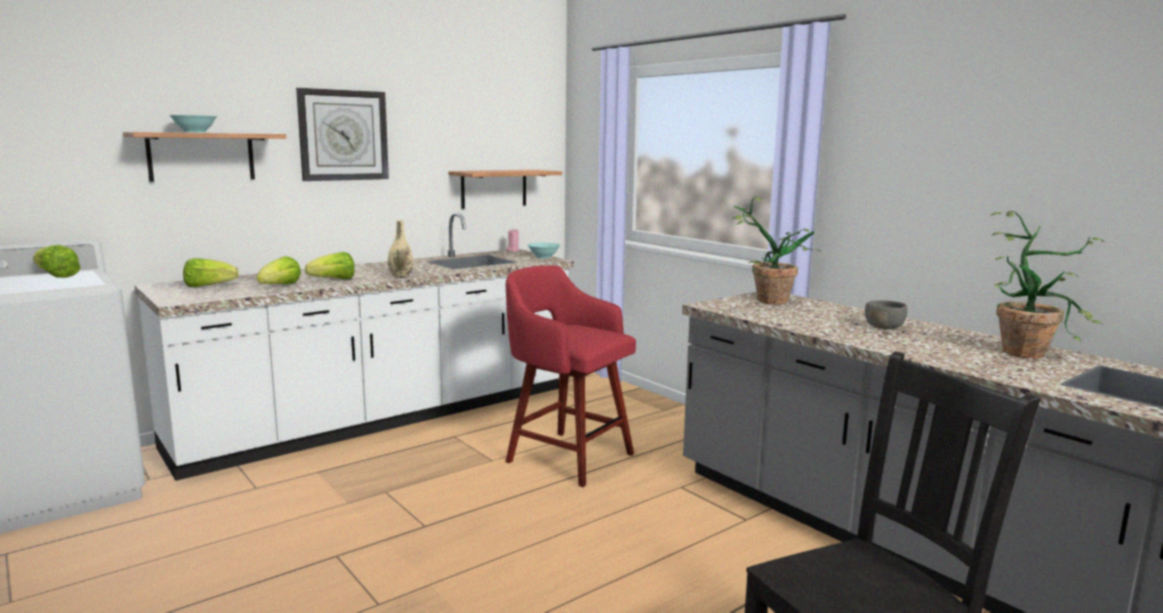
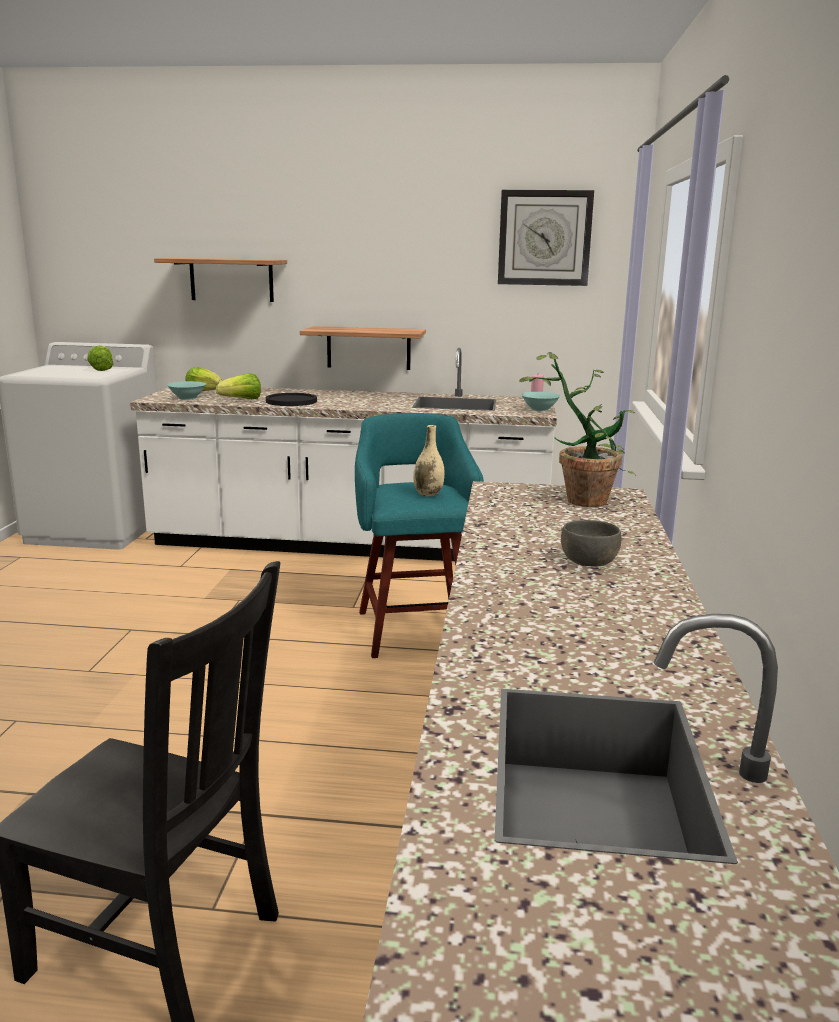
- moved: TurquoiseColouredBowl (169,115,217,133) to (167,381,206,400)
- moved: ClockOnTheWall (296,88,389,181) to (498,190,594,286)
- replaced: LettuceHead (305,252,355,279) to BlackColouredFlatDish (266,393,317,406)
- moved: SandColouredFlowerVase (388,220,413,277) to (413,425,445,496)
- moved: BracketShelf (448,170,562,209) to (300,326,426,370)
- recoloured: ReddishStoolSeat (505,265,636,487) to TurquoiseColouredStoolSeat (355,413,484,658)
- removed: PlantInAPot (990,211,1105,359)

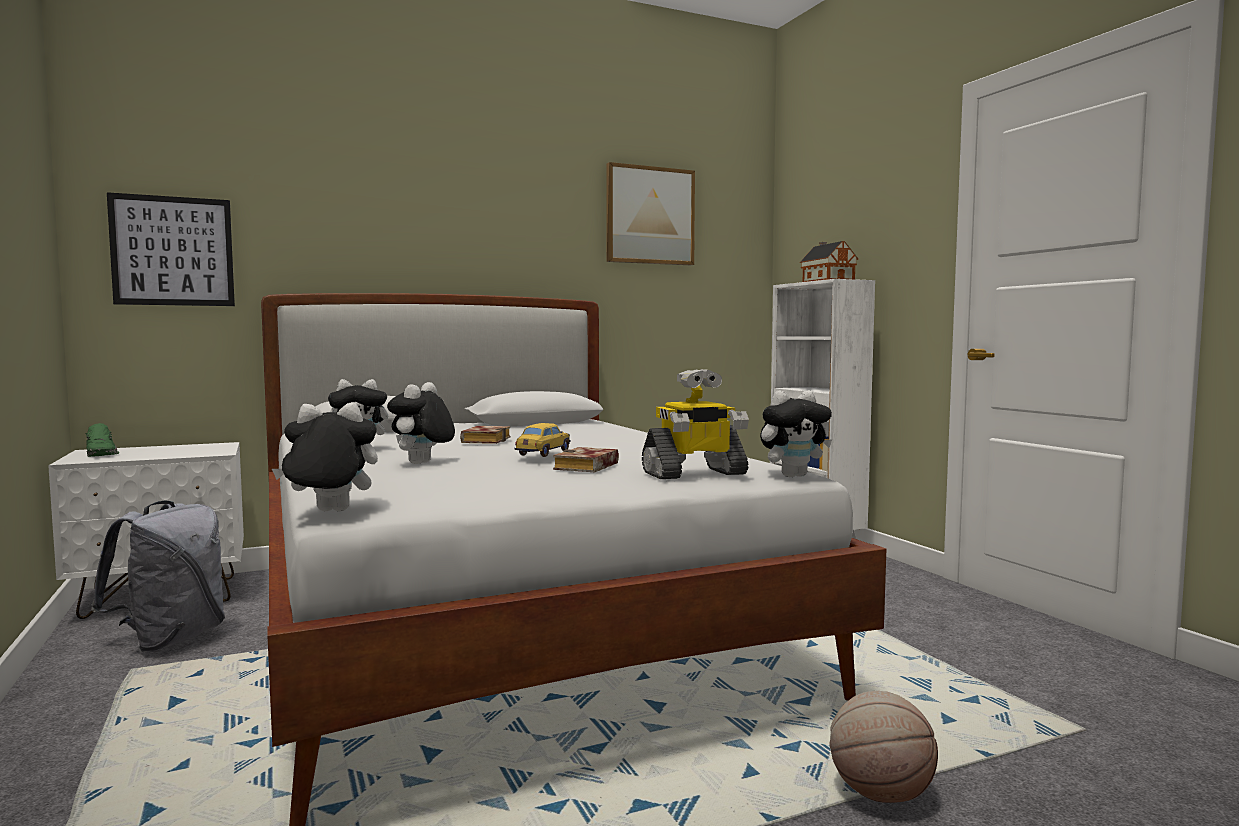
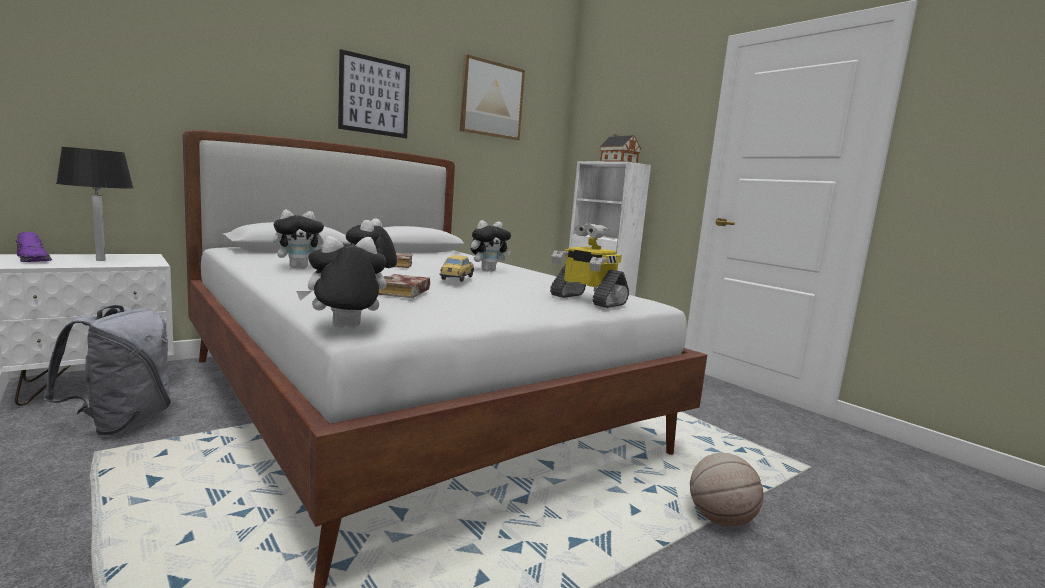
- recoloured: GreenishShoe (86,423,119,457) to PurpleColouredShoe (16,232,52,262)
- moved: WallArt (107,192,235,306) to (338,49,410,138)
- moved: Book (553,447,619,472) to (378,274,430,298)
- turned: RobotFigure (642,369,749,479) = (550,224,629,308) 75 degrees clockwise
- moved: SoftToy (760,390,832,477) to (470,220,511,271)
- added: BlackColouredLampForATable (56,147,134,261)

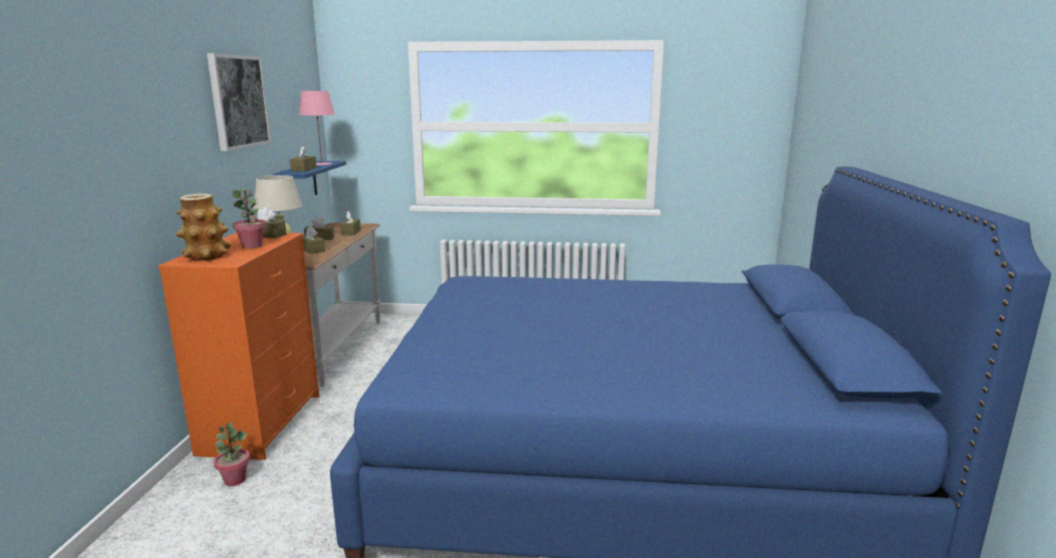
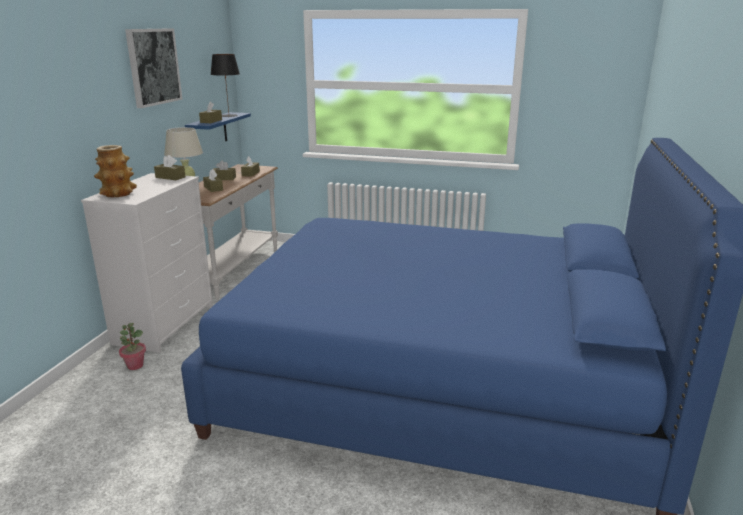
- recoloured: OrangeColouredDresser (158,232,319,460) to WhiteDresser (81,173,213,353)
- removed: PlantInAPot (232,188,266,249)
- recoloured: PinkishLampForATable (299,91,335,165) to BlackColouredLampForATable (210,54,240,117)

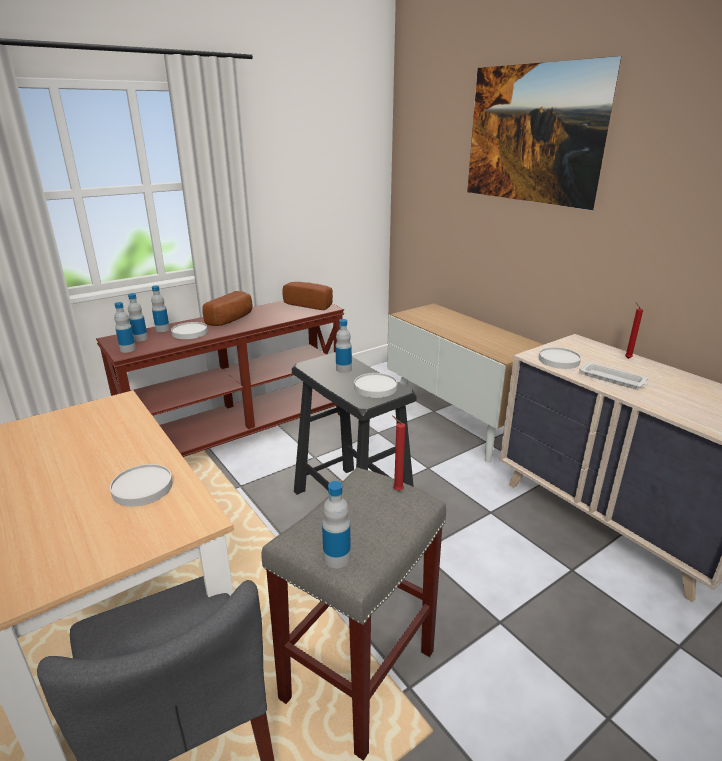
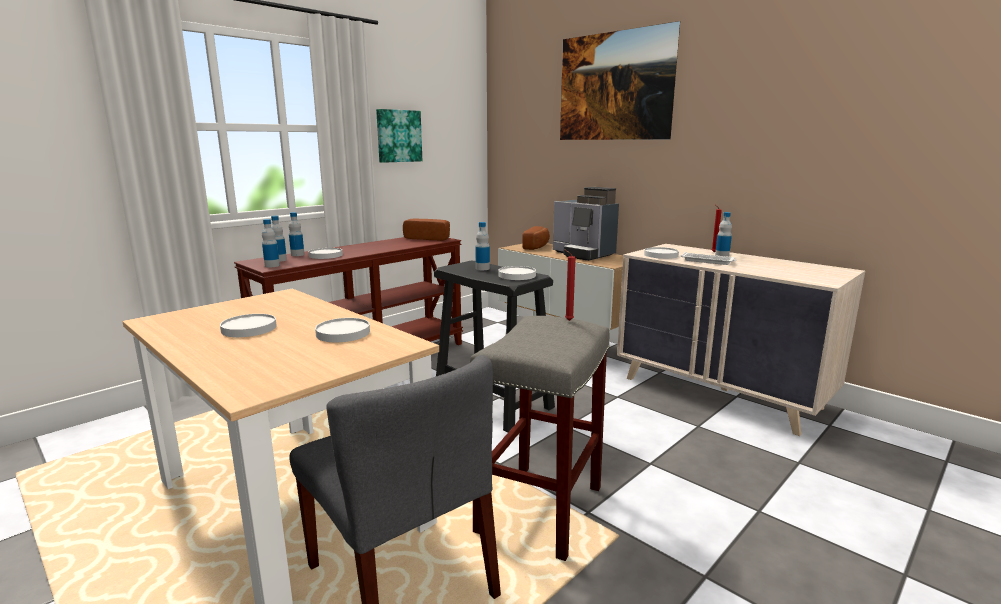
- moved: BakedBread (202,291,252,326) to (522,226,550,250)
- moved: Bottle (322,481,351,568) to (715,212,732,257)
- added: WhiteFlatDish (220,314,277,337)
- added: WallArt (376,109,422,163)
- added: CoffeeMaker (553,187,619,261)

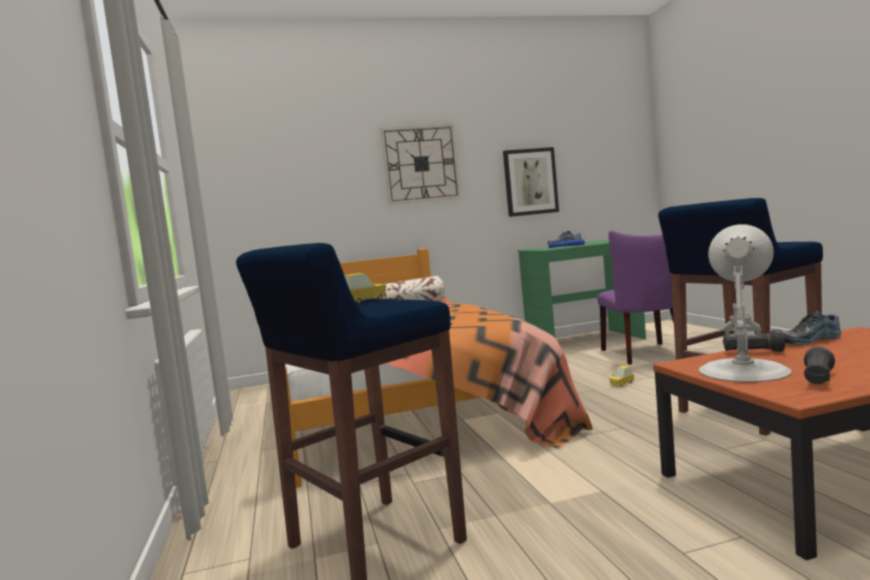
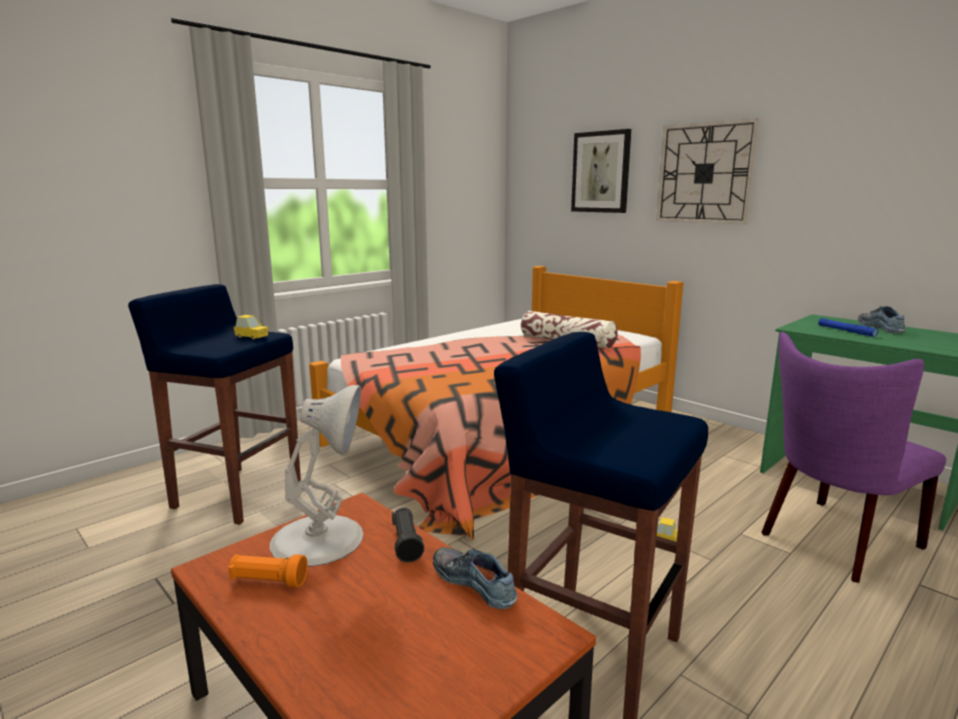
- moved: WallArt (503,147,559,217) to (571,129,631,213)
- recoloured: BlackColouredHandTorch (804,347,835,384) to OrangeColouredHandTorch (228,554,308,587)

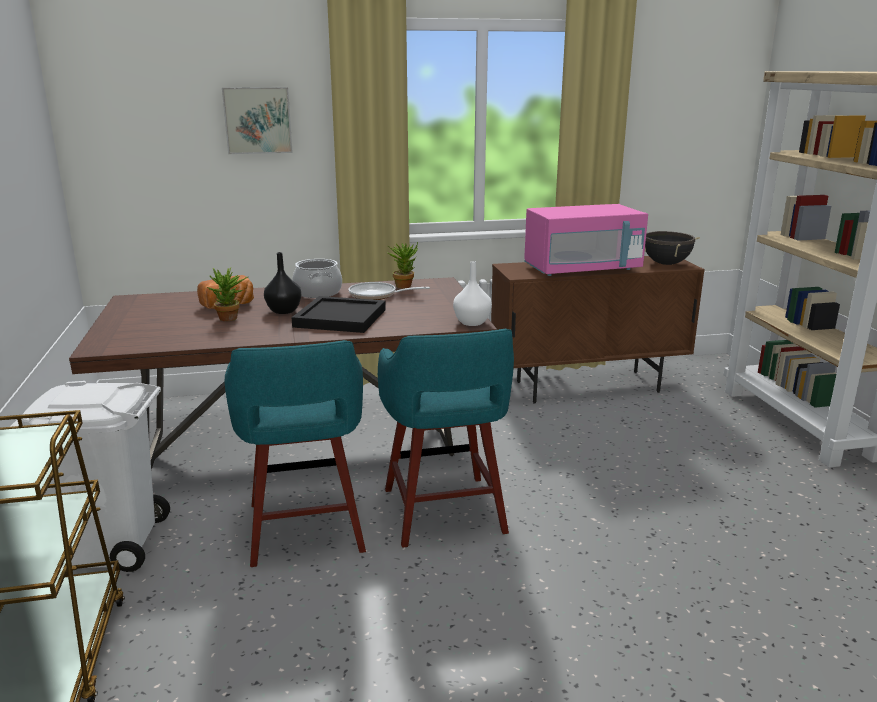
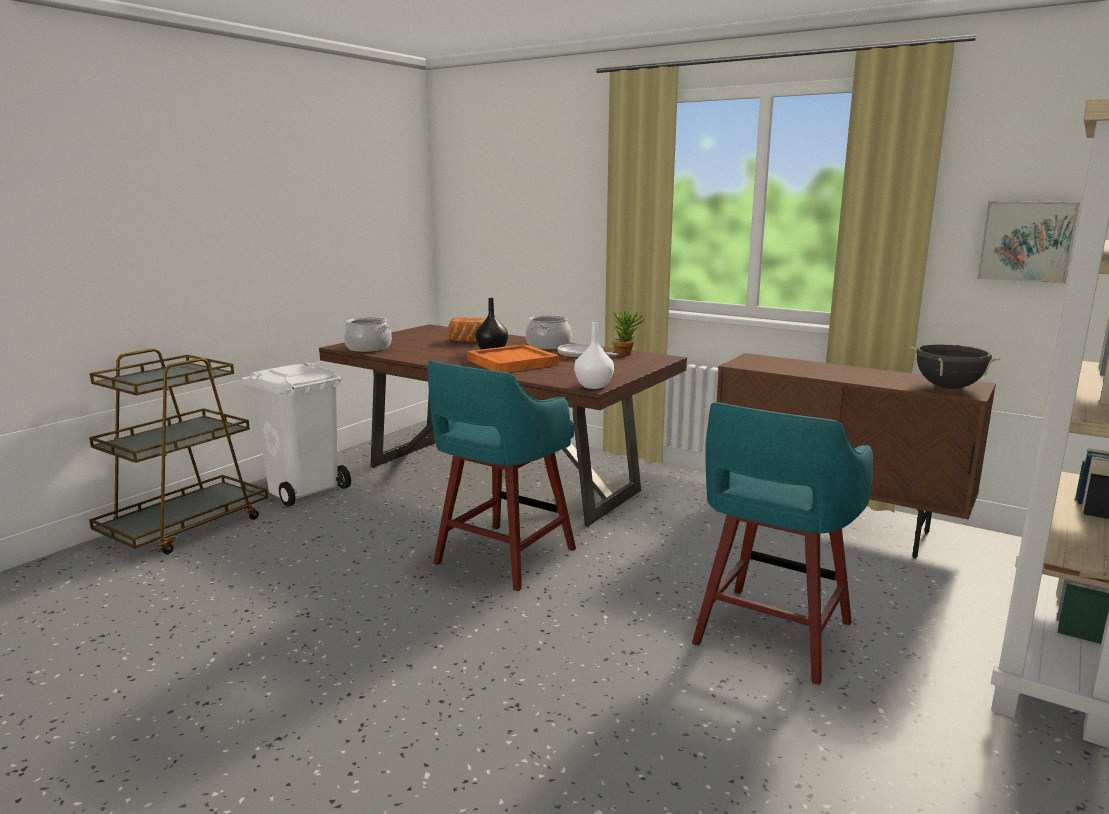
- removed: PlantInAPot (207,268,248,321)
- moved: WallArt (222,87,293,154) to (977,201,1080,284)
- moved: TurquoiseColouredStoolSeat (225,340,366,567) to (692,402,873,685)
- recoloured: BlackColouredTray (291,296,386,333) to OrangeColouredTray (467,344,559,372)
- removed: PinkishKitchenMicrowave (524,204,648,276)
- added: CookingPot (344,317,392,352)

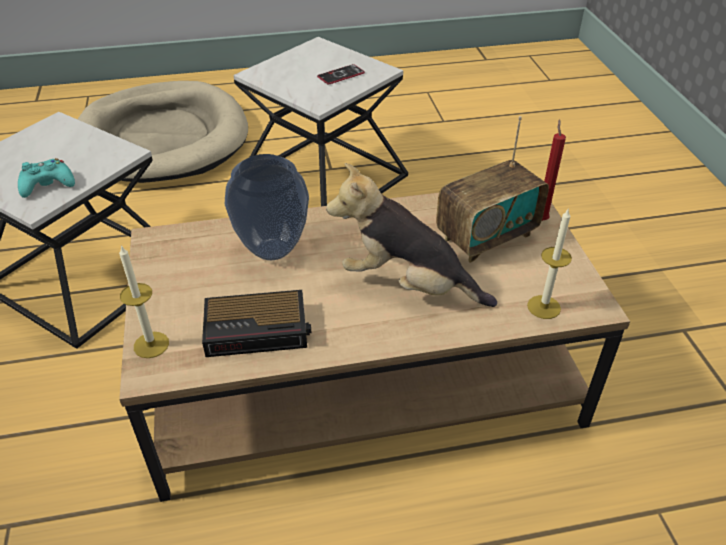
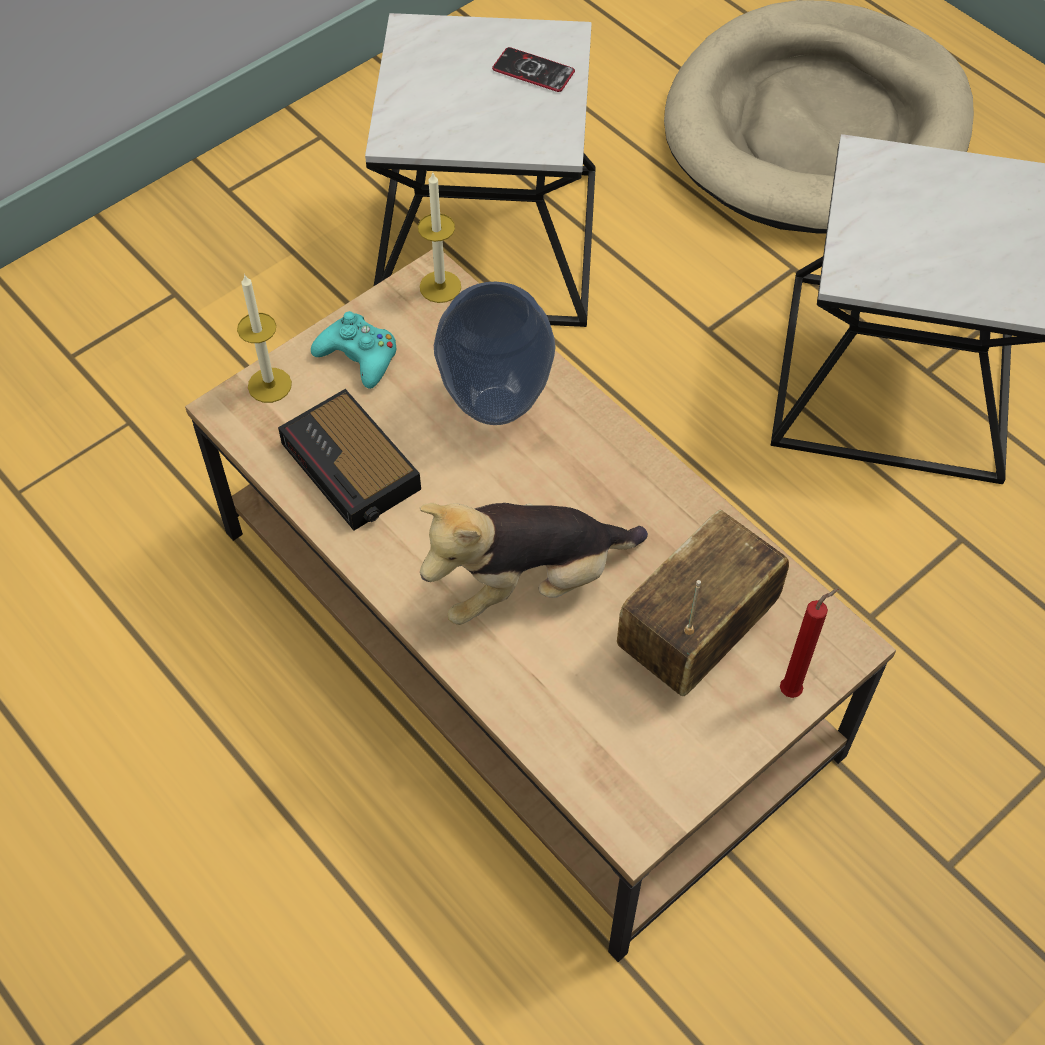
- moved: TurquoiseColouredGameController (18,158,75,198) to (311,311,396,389)
- moved: Telephone (317,64,365,85) to (492,47,575,92)
- turned: SoftToy (326,163,497,307) = (420,503,648,625) 105 degrees counterclockwise
- turned: Radio (436,116,549,263) = (617,510,789,696) 105 degrees clockwise
- moved: Candle (527,208,572,319) to (418,172,461,303)

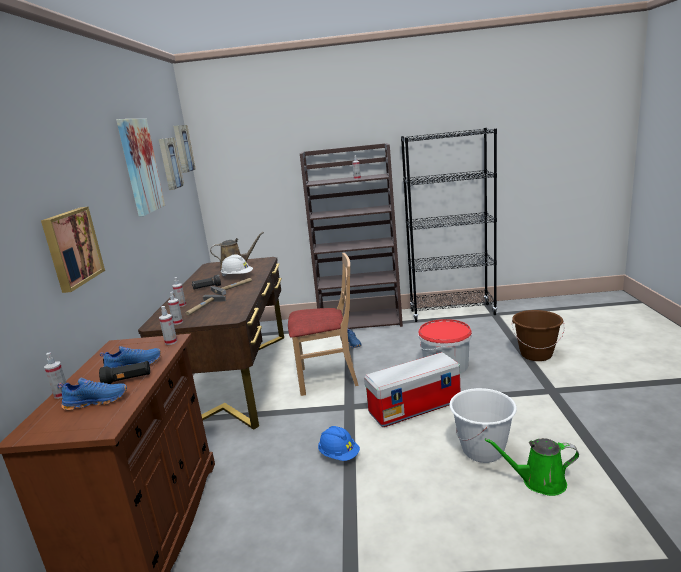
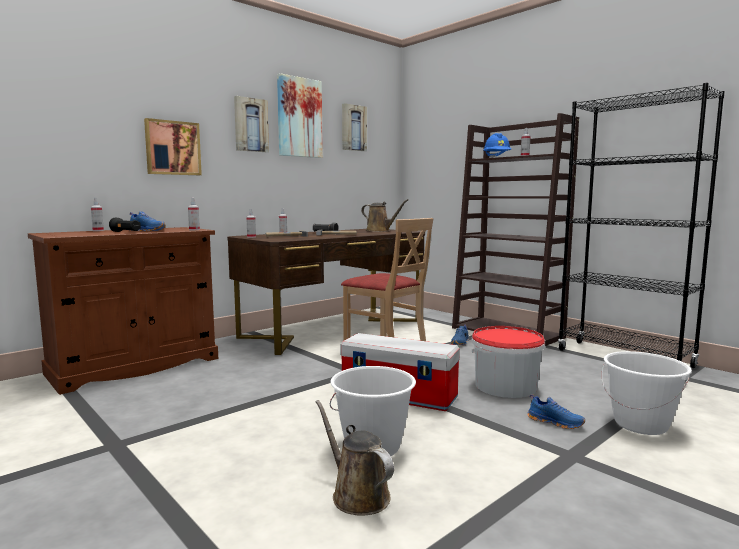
- moved: BlueColouredShoe (57,378,127,410) to (527,394,585,429)
- moved: WallArt (173,125,196,173) to (234,96,269,152)
- removed: WhiteSafetyHelmet (221,254,253,277)
- moved: BlueColouredSafetyHelmet (318,426,360,461) to (483,133,511,158)
- recoloured: GreenishSprinklingCan (485,438,579,496) to BrownSprinklingCan (316,400,394,516)
- recoloured: BrownPail (512,310,564,361) to WhitePail (602,351,692,435)

